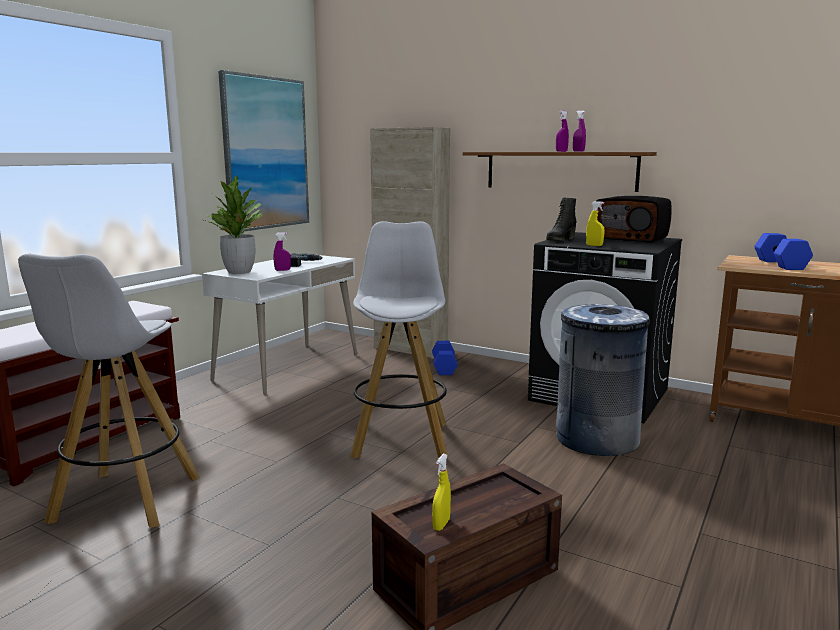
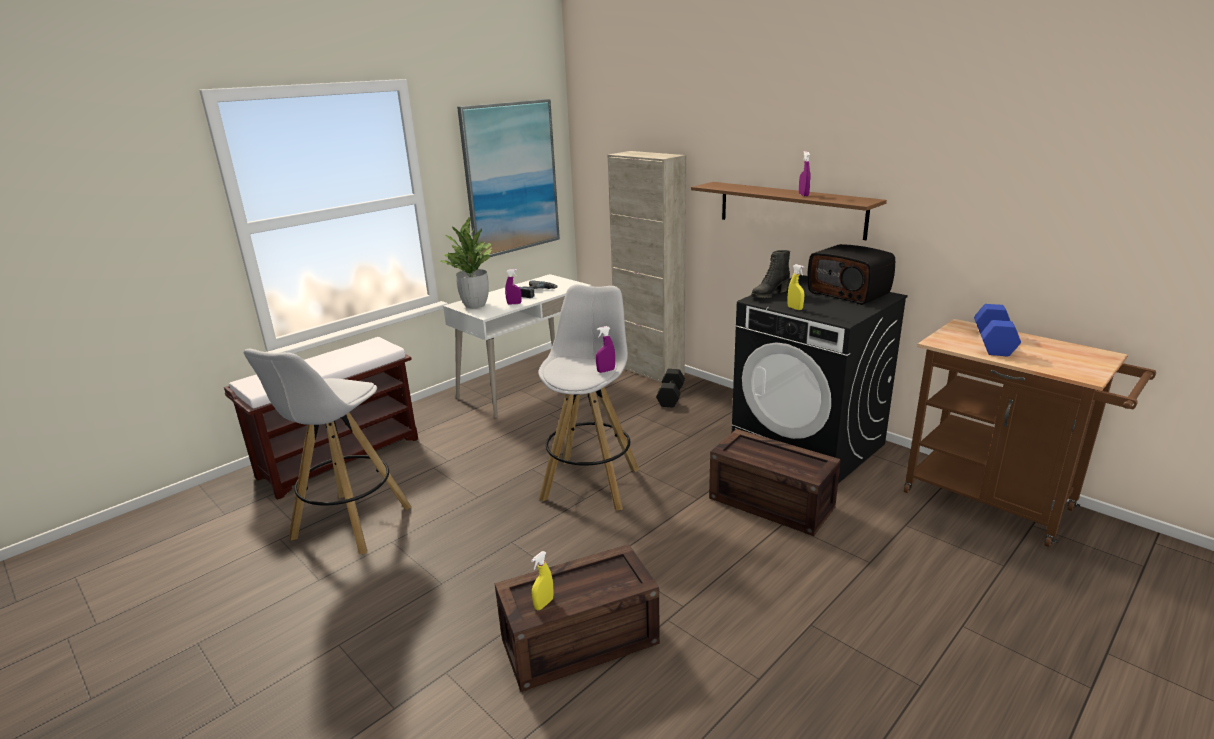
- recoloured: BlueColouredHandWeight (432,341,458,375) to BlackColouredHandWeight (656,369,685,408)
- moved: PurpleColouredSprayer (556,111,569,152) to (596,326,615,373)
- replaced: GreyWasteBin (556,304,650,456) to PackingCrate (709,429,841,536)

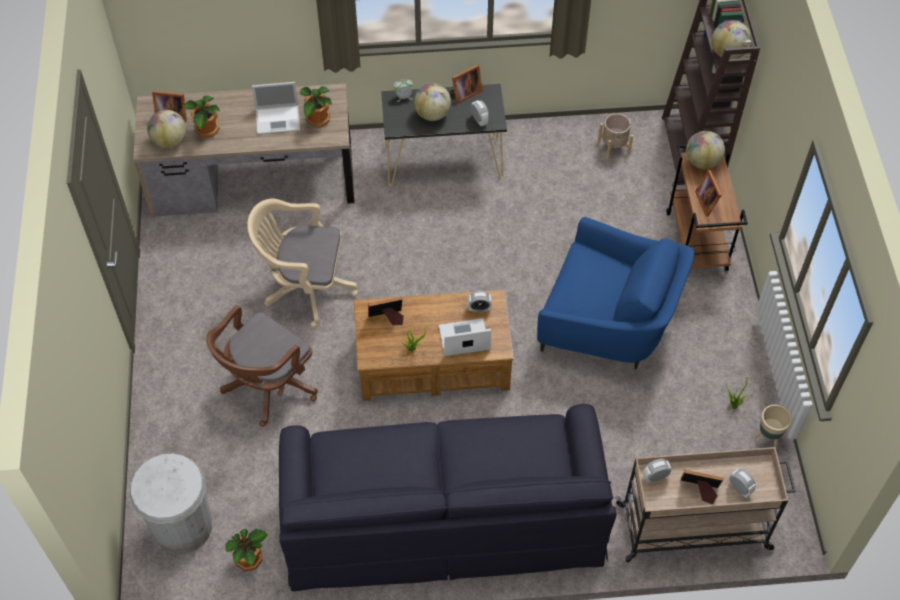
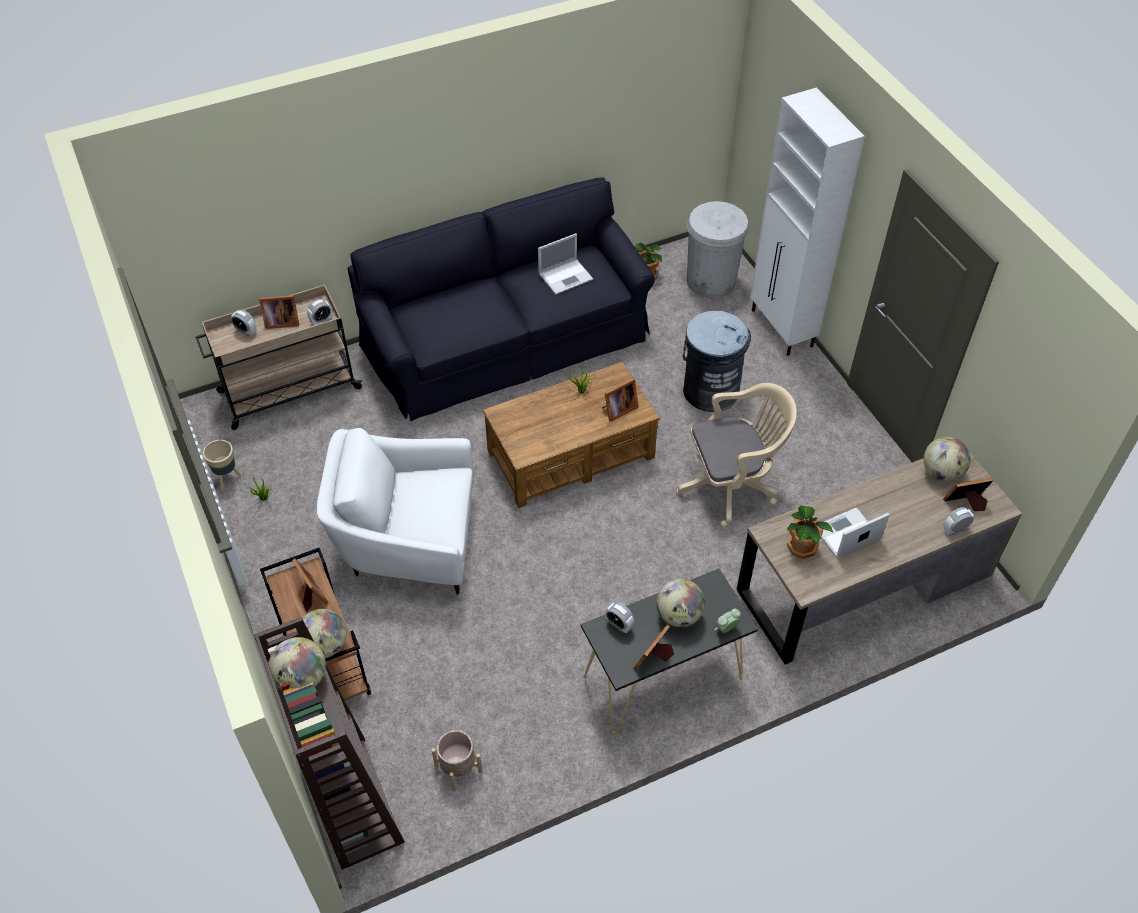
- removed: PlantInAPot (184,95,220,138)
- replaced: BrownComputerChair (206,305,318,427) to GreyWasteBin (683,311,751,412)
- moved: Laptop (438,318,491,356) to (538,233,593,295)
- moved: TableClock (468,291,492,312) to (943,507,974,535)
- recoloured: BlueColouredLoungeChair (537,217,694,369) to WhiteLoungeChair (317,428,474,595)
- added: WhiteStorageCabinet (750,88,865,356)

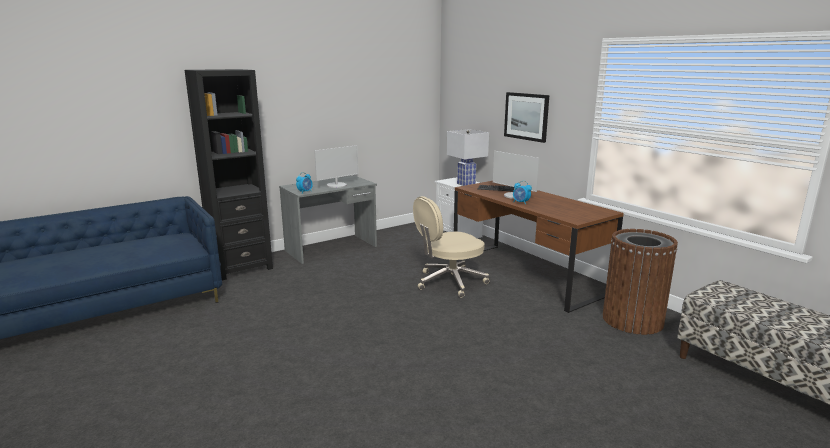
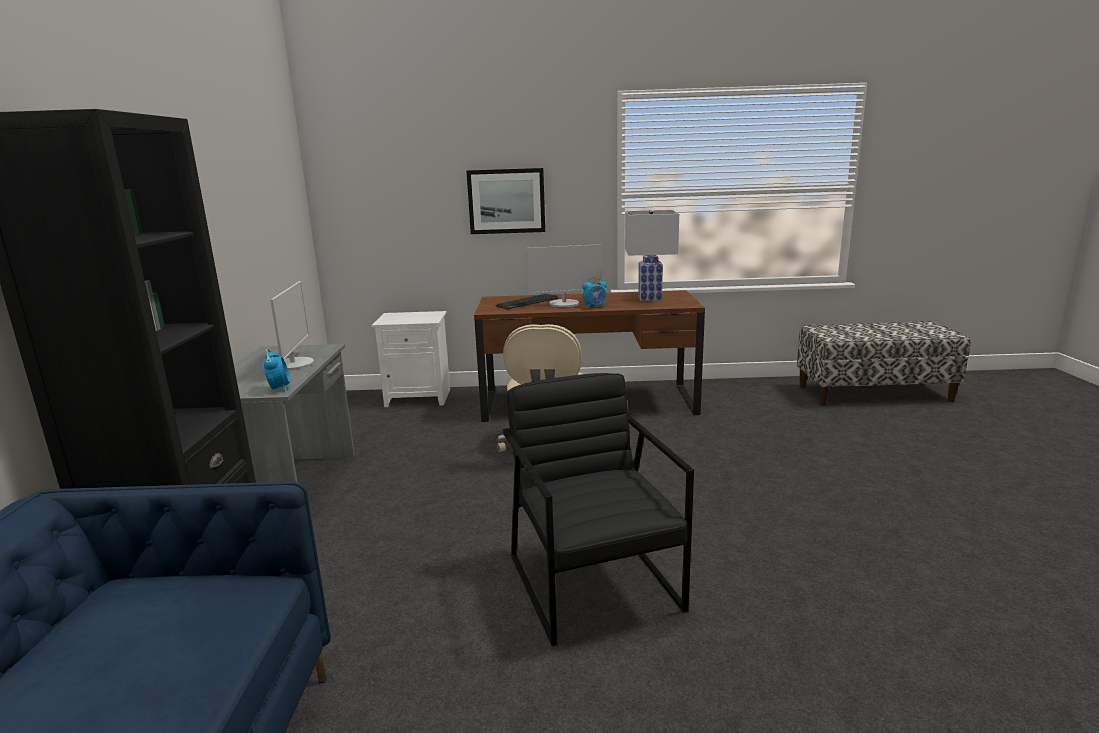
- moved: WhiteLampForATable (447,129,489,186) to (625,210,679,301)
- removed: BrownWasteBin (602,229,678,335)
- added: BlackColouredLoungeChair (503,373,694,646)

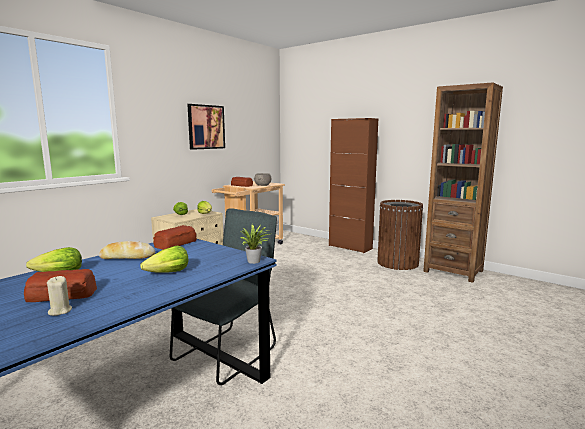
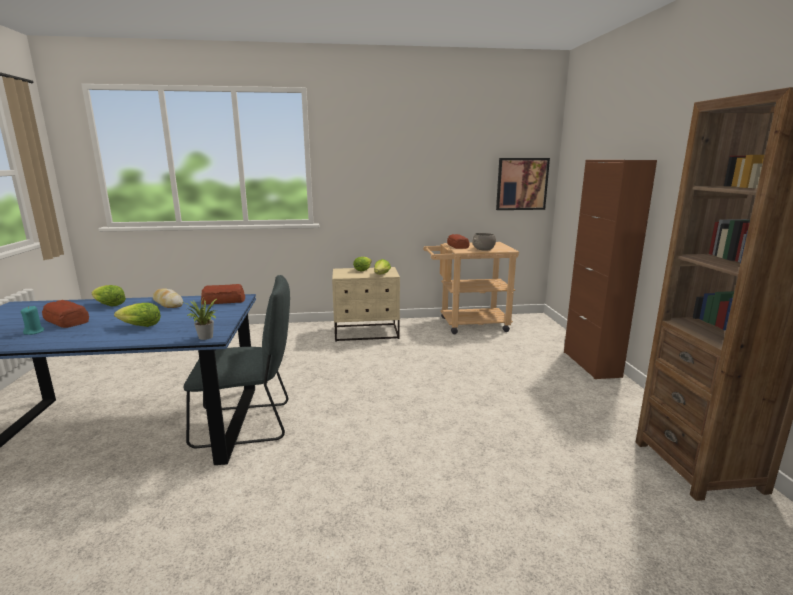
- recoloured: SandColouredCandle (47,276,72,316) to TurquoiseColouredCandle (21,306,45,335)
- moved: WallArt (187,104,225,150) to (496,158,550,210)
- removed: BrownWasteBin (377,200,423,270)

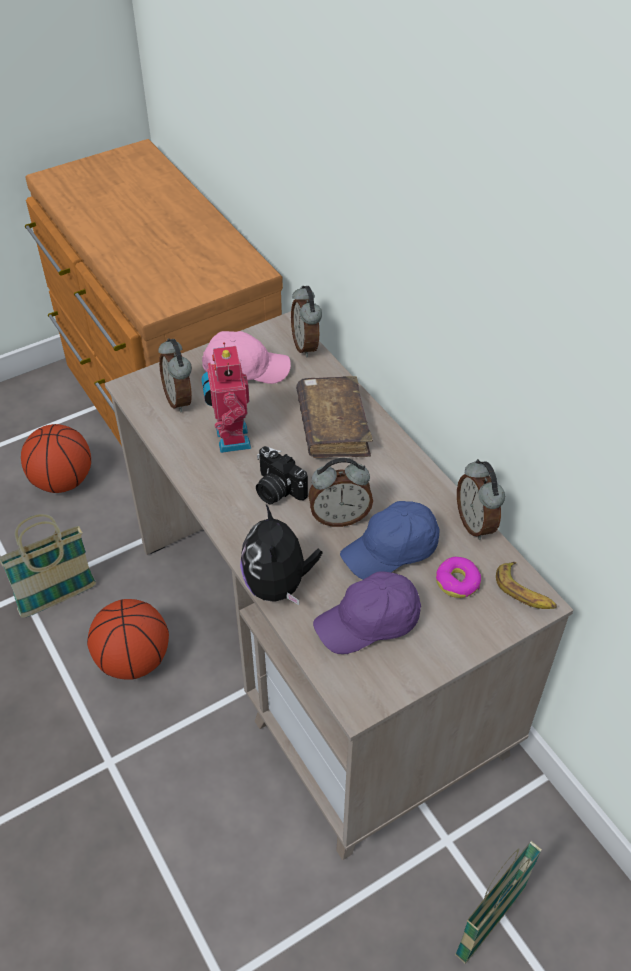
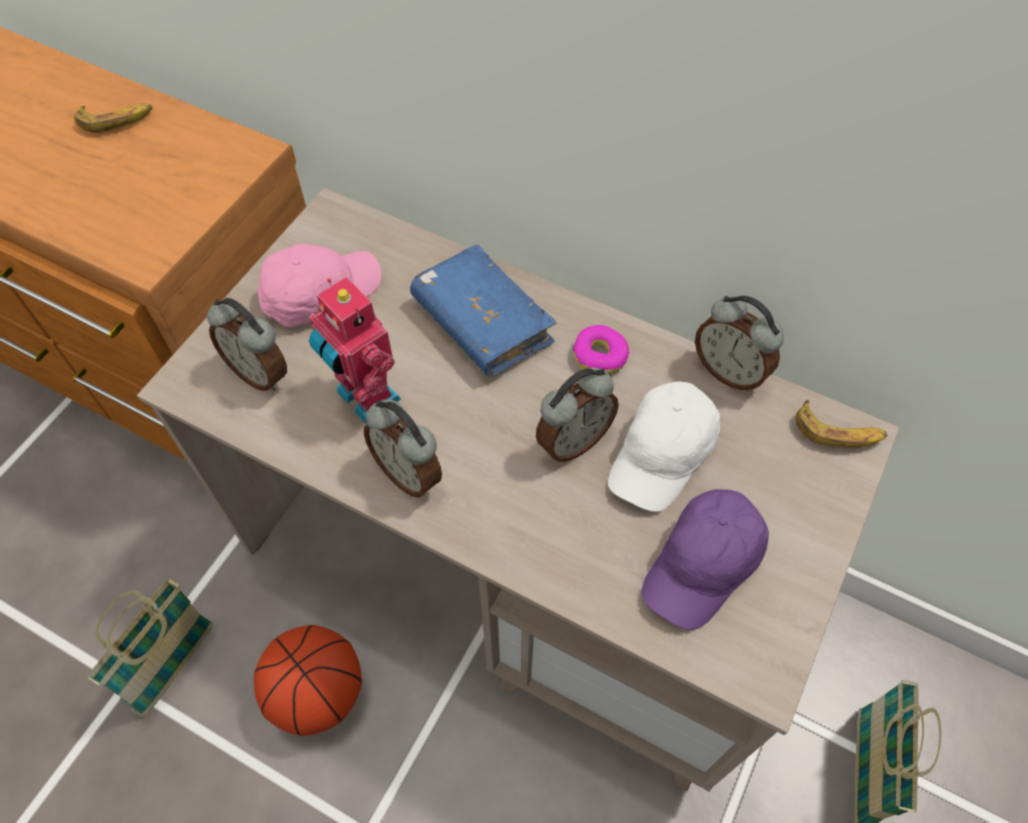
- removed: BasketballBall (21,424,91,493)
- removed: SoftToy (240,504,323,605)
- removed: StillCamera (256,446,308,505)
- moved: TableClock (291,286,322,358) to (364,399,442,498)
- recoloured: BrownBook (296,376,373,458) to BlueColouredBook (410,244,556,376)
- recoloured: BlueColouredCap (340,501,440,580) to WhiteCap (608,381,720,512)
- moved: Donut (436,557,481,598) to (573,325,629,375)
- added: BananaFruit (74,104,153,133)

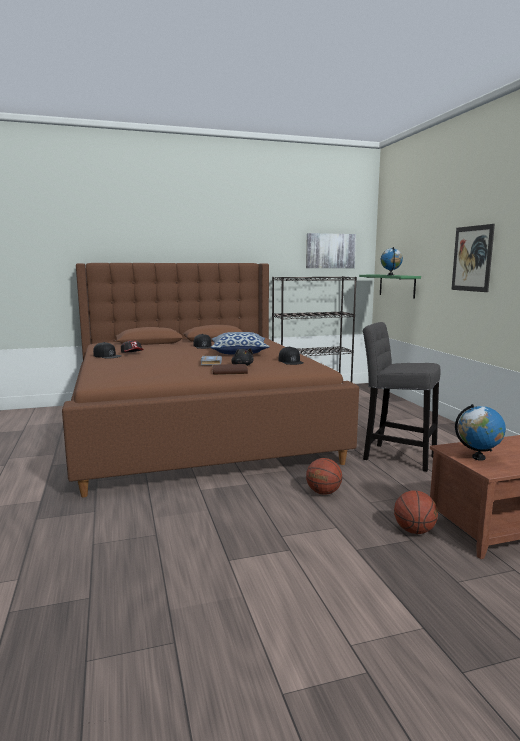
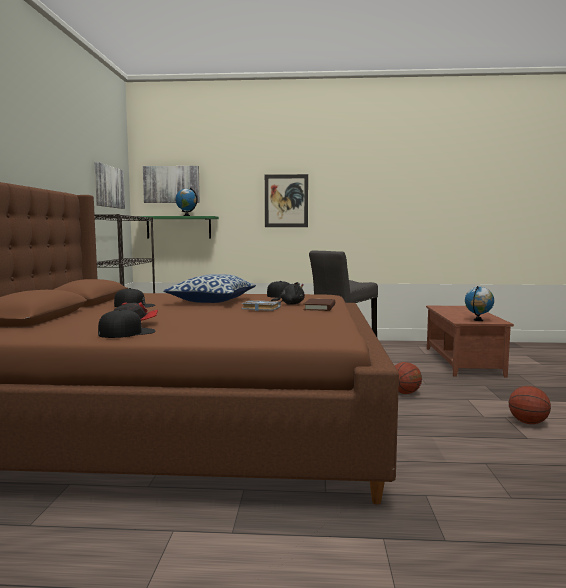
- moved: BasketballBall (394,490,438,534) to (509,386,551,424)
- added: WallArt (143,166,200,203)

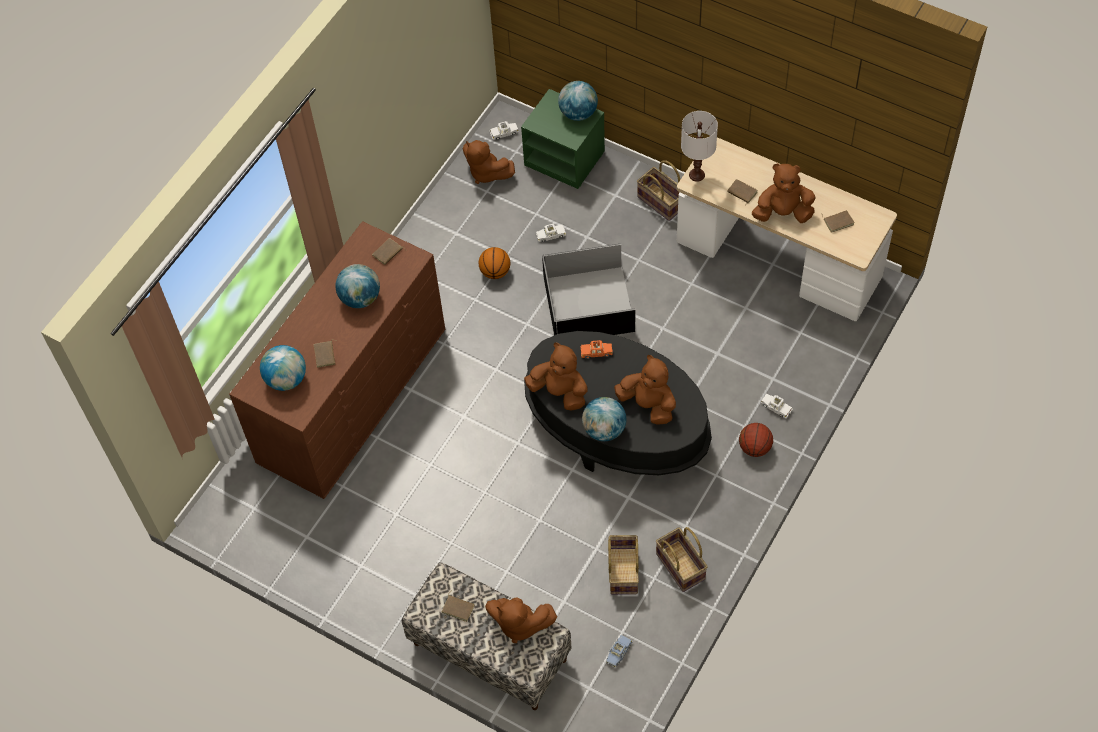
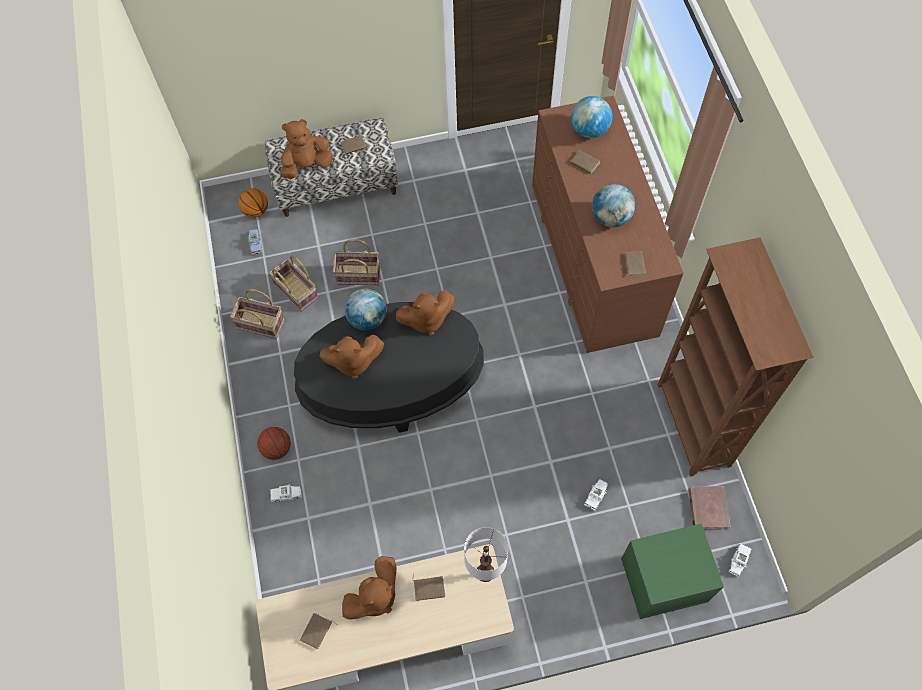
- replaced: BrownSoftToy (463,140,515,184) to BrownBook (688,486,730,530)
- moved: BasketballBall (479,247,510,279) to (238,188,268,218)
- removed: BlackColouredStorageContainer (542,244,636,335)
- removed: DeskGlobe (558,81,598,121)
- removed: OrangeColouredModelCar (581,340,613,359)
- moved: StorageBasket (637,160,680,221) to (333,239,380,285)
- added: BrownBookcase (658,237,814,477)

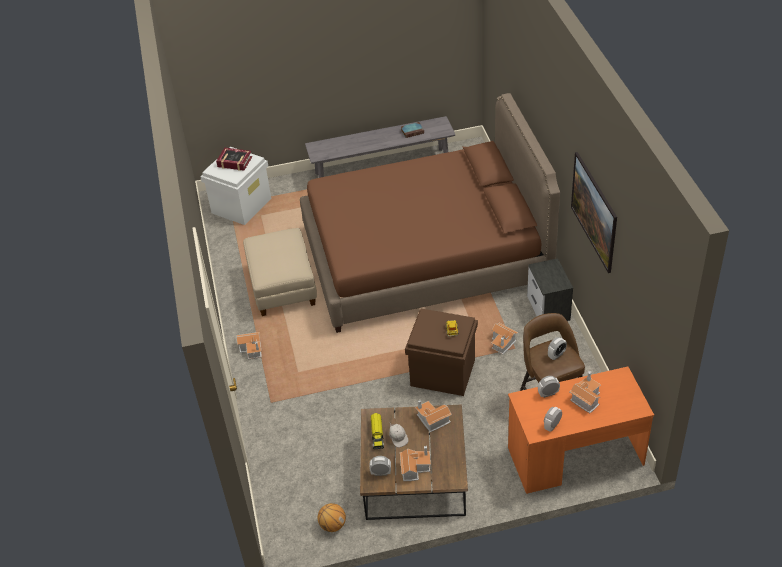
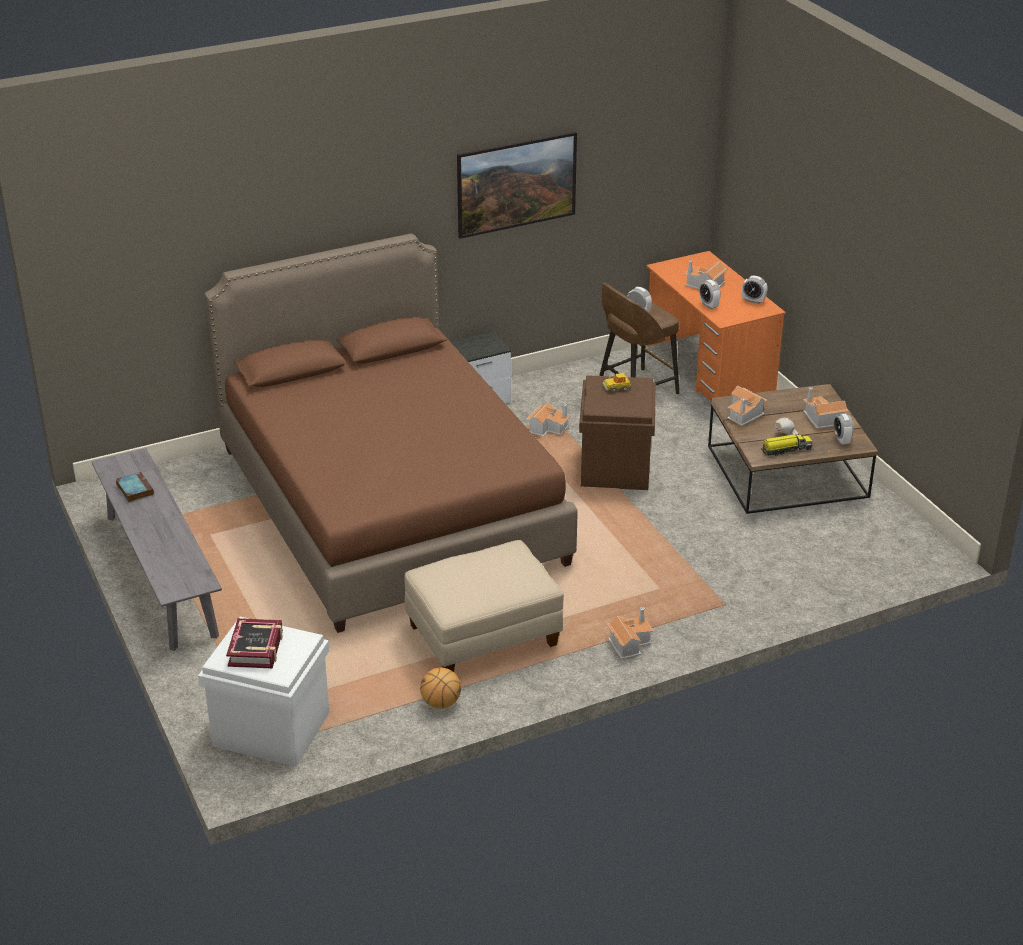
- moved: BasketballBall (318,503,346,532) to (420,667,461,709)

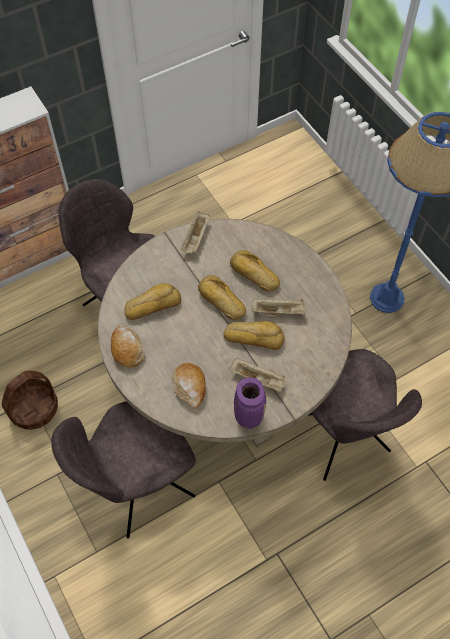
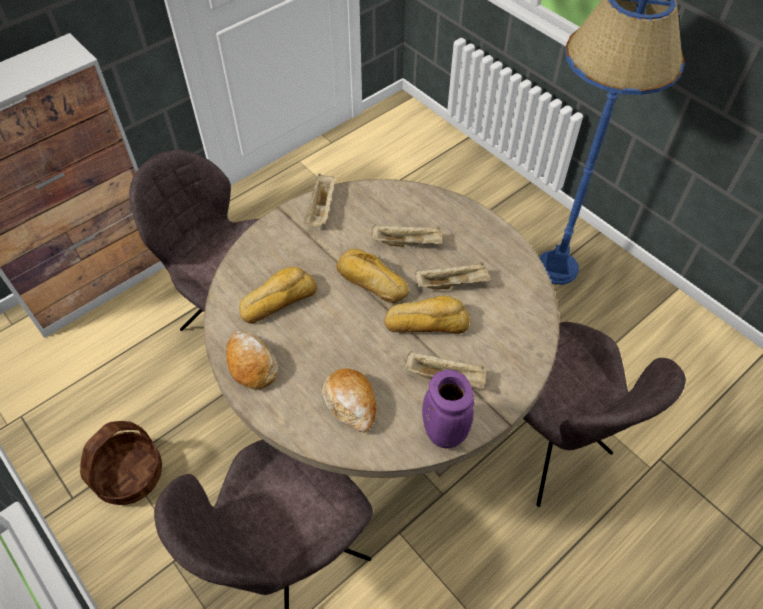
- replaced: BakedBread (230,250,280,291) to SandColouredTray (371,225,442,247)

